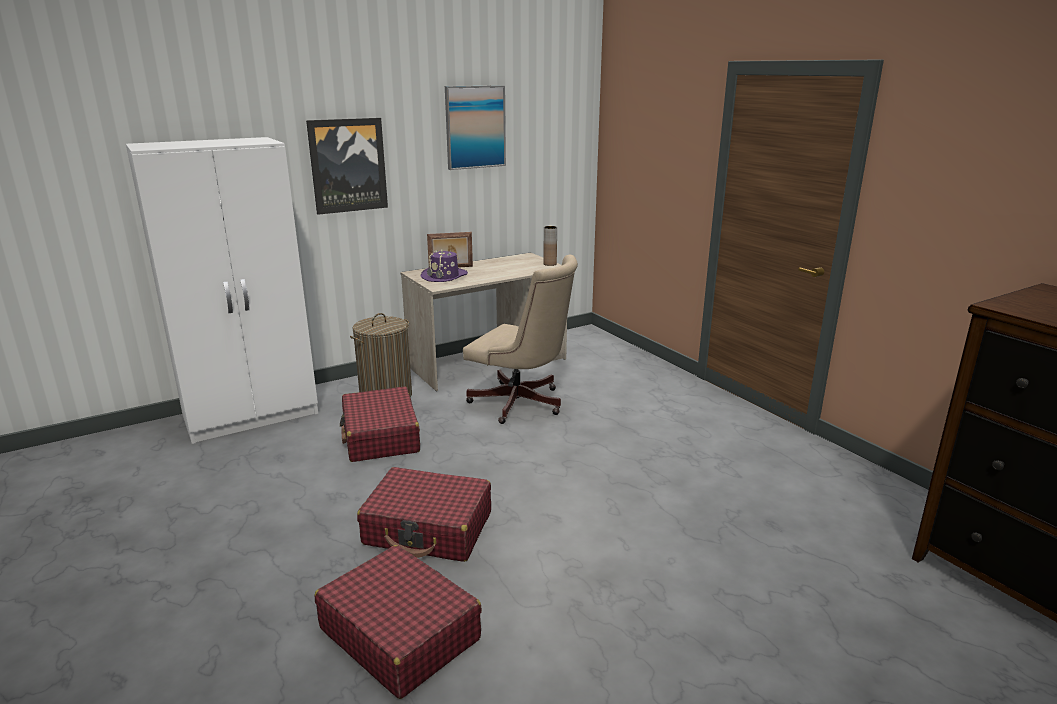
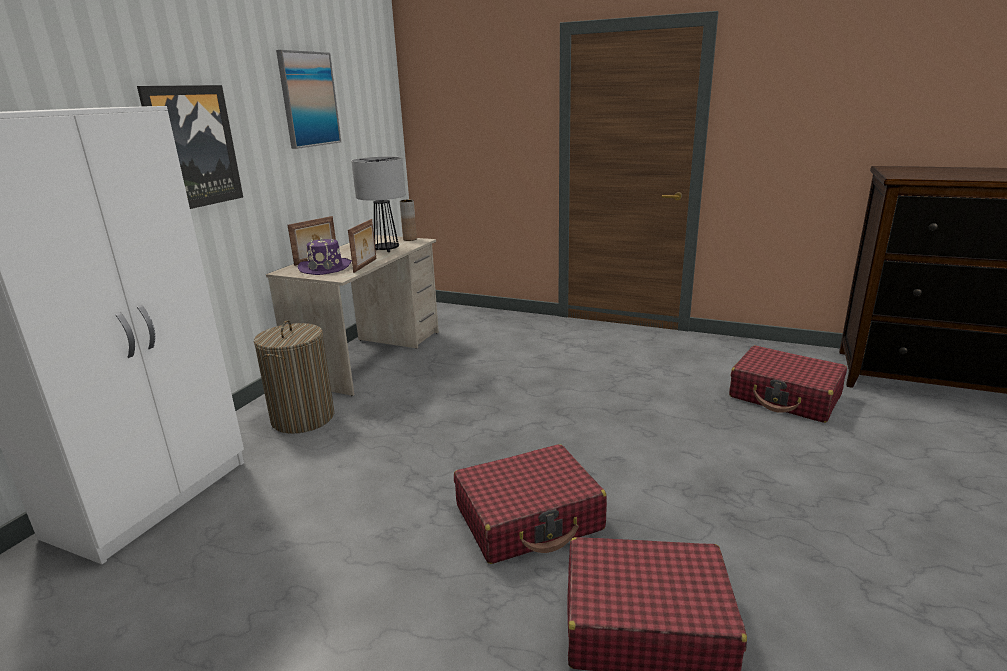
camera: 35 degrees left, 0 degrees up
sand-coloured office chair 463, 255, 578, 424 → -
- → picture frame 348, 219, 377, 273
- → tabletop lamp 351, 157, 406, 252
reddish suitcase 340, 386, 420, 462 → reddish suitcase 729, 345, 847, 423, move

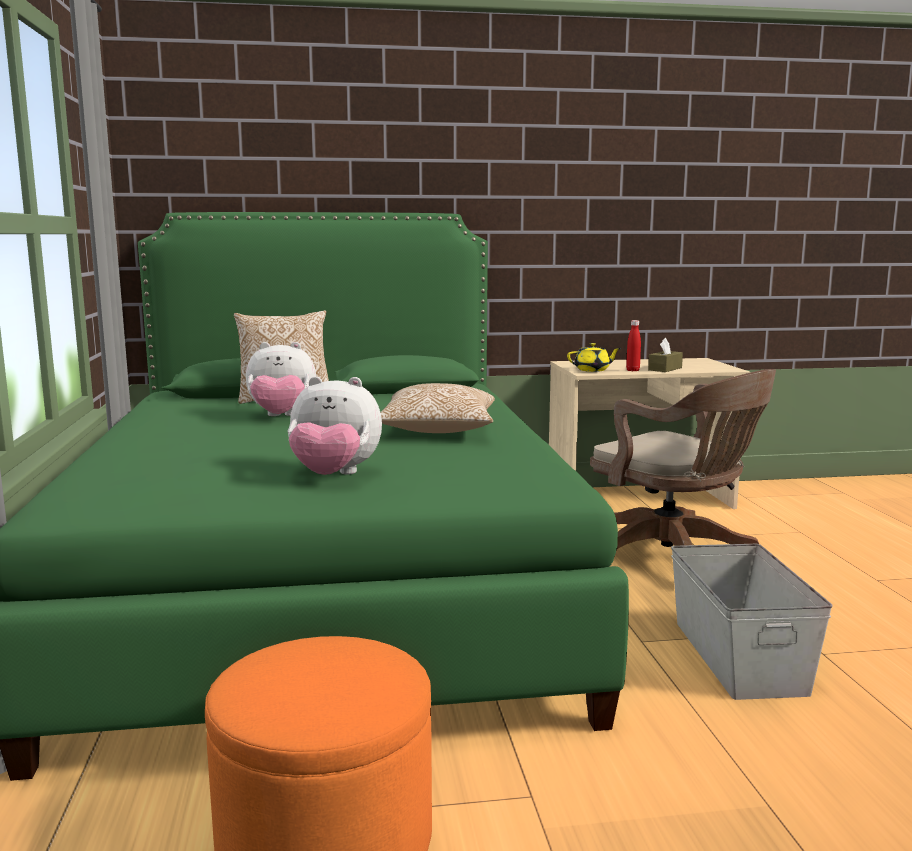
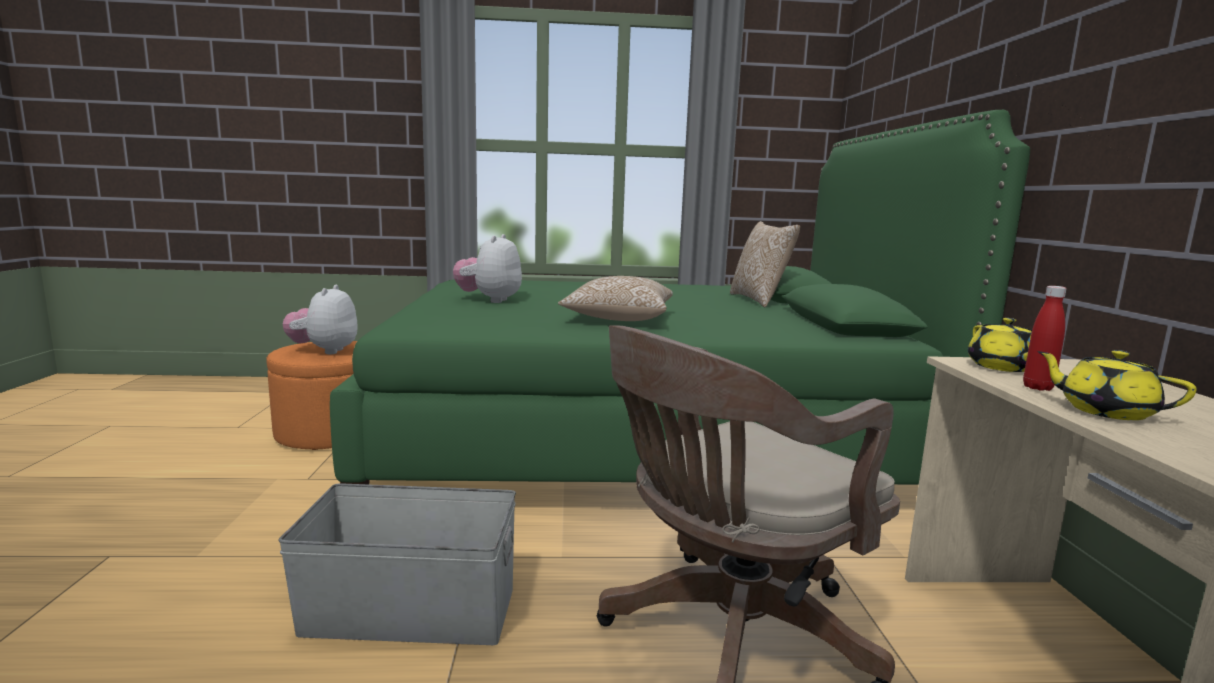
camera: 95 degrees right, 0 degrees up
plush toy 246, 342, 316, 416 → plush toy 283, 285, 358, 354, move
brown-coloured tissue holder 648, 338, 683, 372 → yellow-coloured pot for tea 1037, 350, 1197, 420

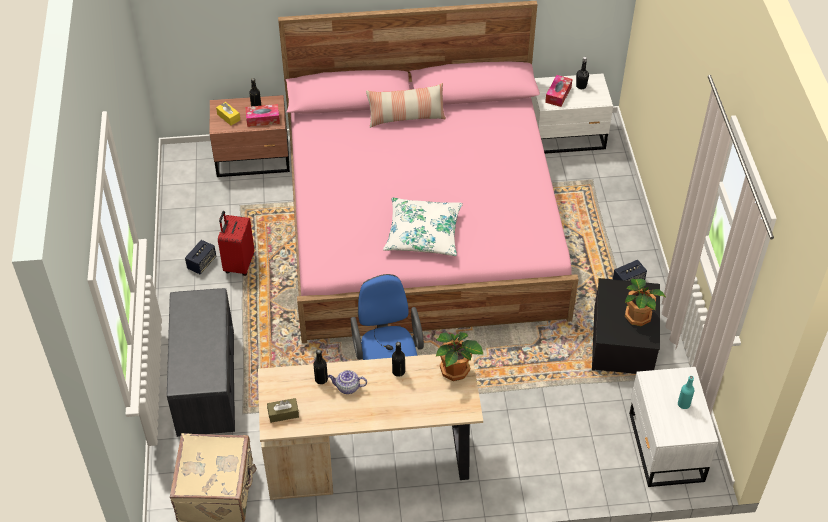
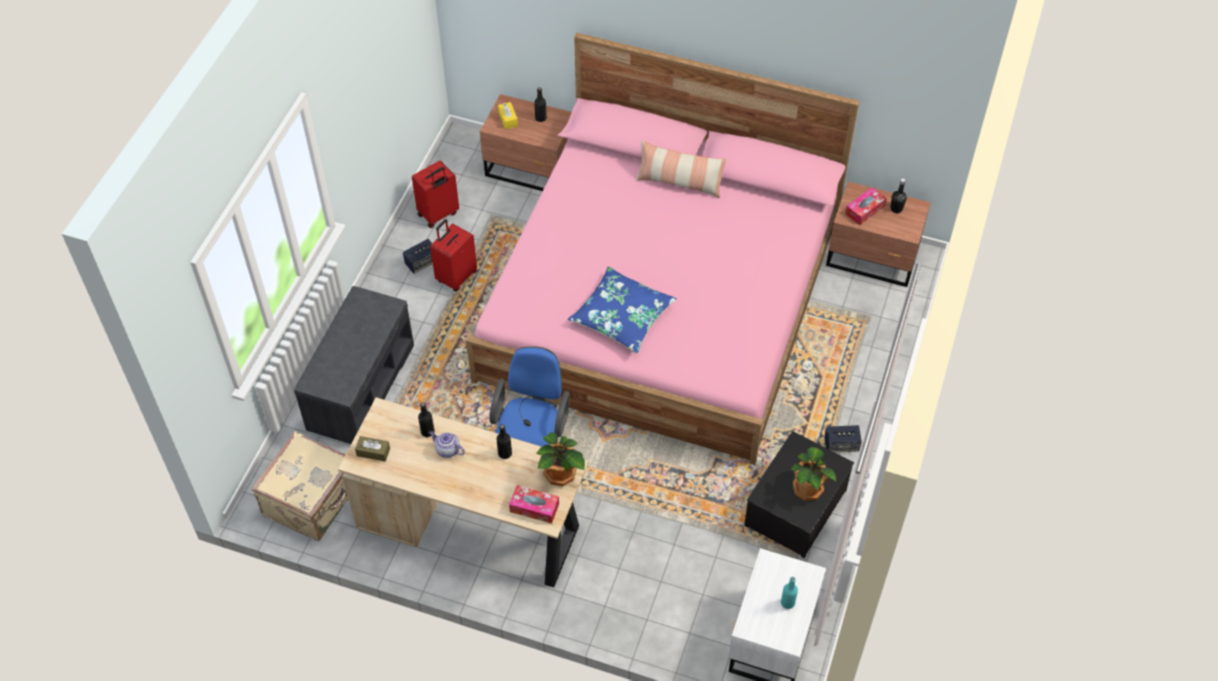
camera: 25 degrees right, 5 degrees up
- → reddish suitcase 412, 161, 459, 228
tissue holder 245, 104, 280, 127 → tissue holder 509, 485, 559, 523, move
white pillow 383, 198, 463, 256 → blue pillow 568, 267, 676, 354
white nightstand 531, 73, 613, 154 → brown-coloured nightstand 826, 182, 931, 287

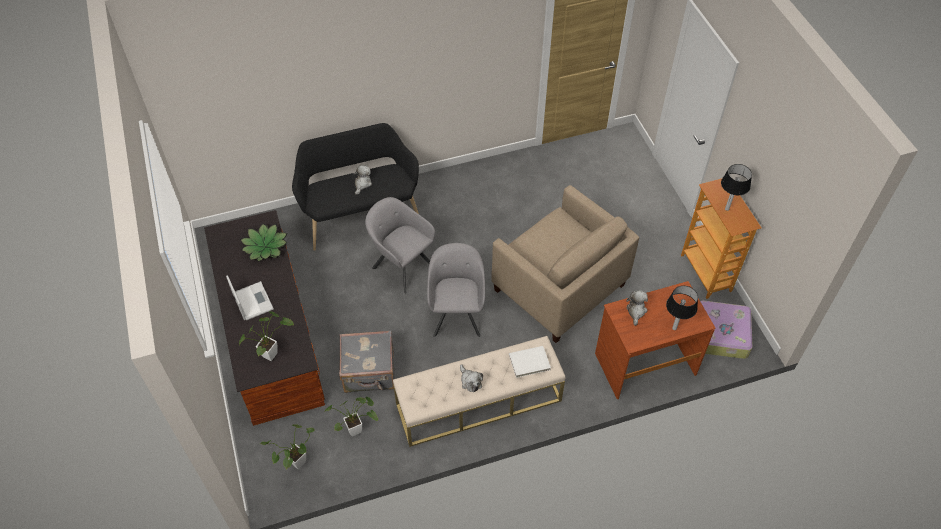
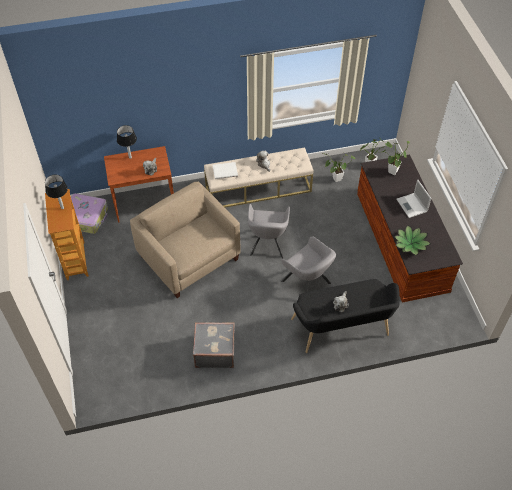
camera: 175 degrees left, 0 degrees up
greyish suitcase 339, 331, 395, 393 → greyish suitcase 193, 322, 235, 368, move

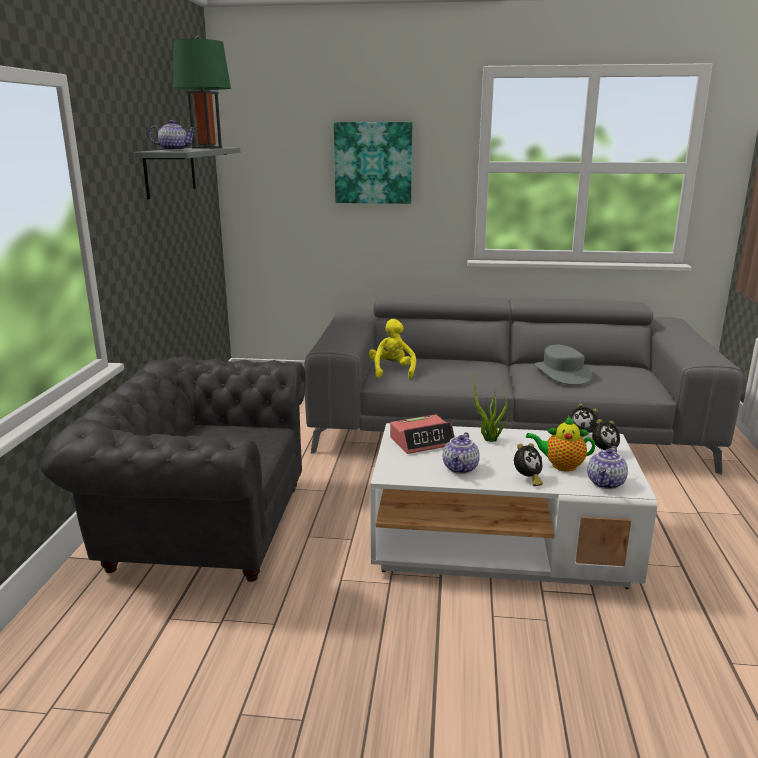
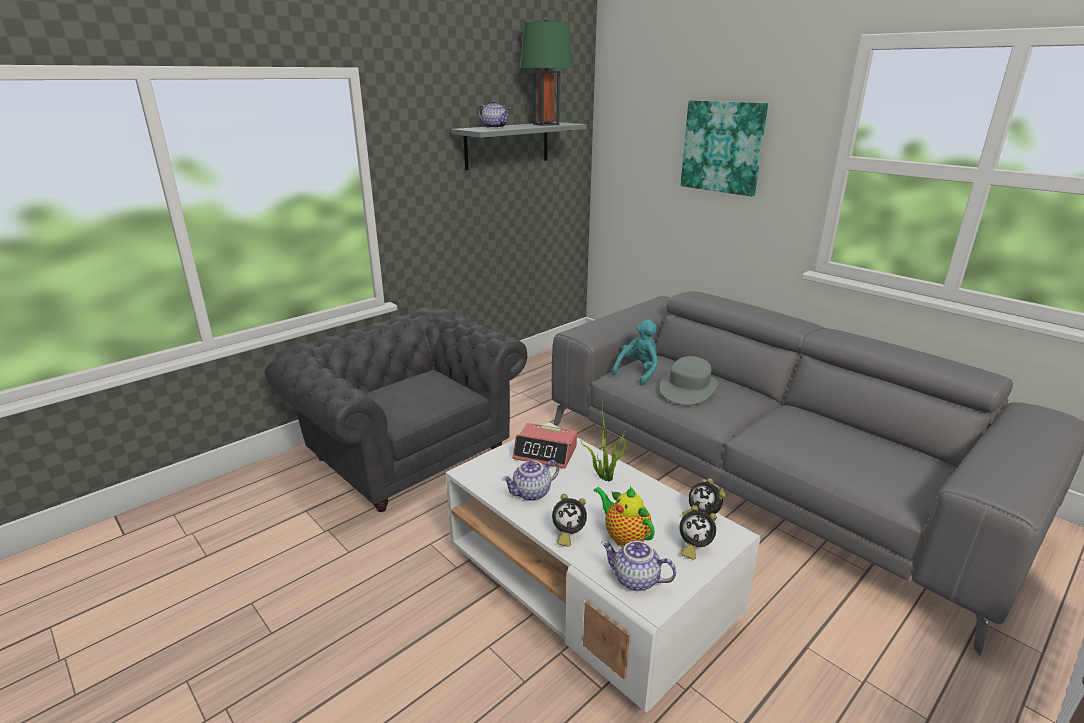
camera: 40 degrees right, 5 degrees up
greyish clothing hat 534, 345, 592, 385 → greyish clothing hat 660, 356, 718, 405, move
yellow-coloured plush toy 369, 319, 416, 379 → blue-green plush toy 611, 319, 658, 386
pot for tea 587, 446, 628, 489 → pot for tea 601, 541, 676, 591, 45 degrees clockwise

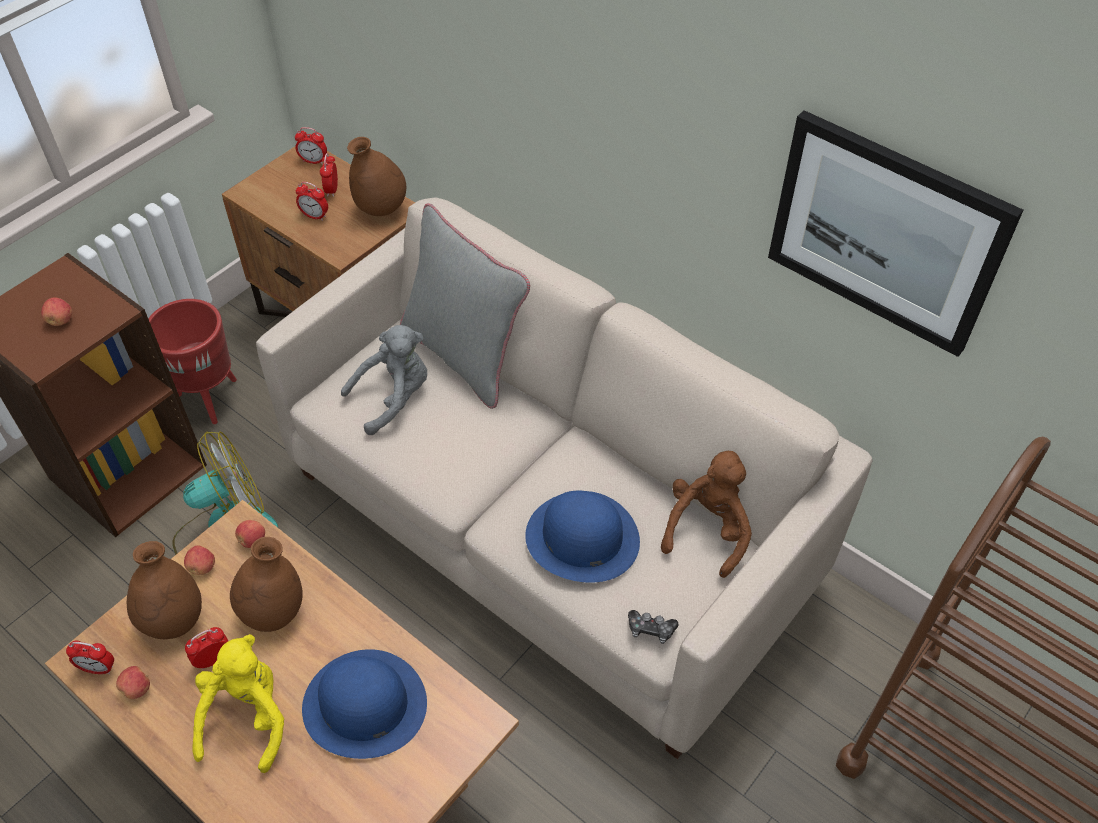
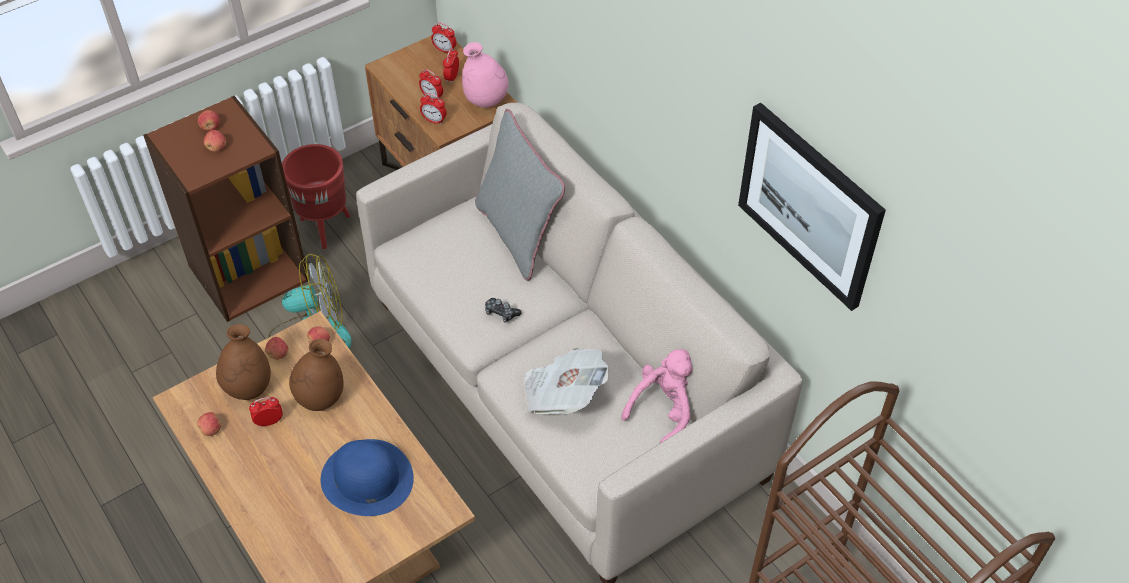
camera: 15 degrees right, 0 degrees up
yellow-coloured plush toy 192, 634, 284, 773 → -
greyish plush toy 341, 325, 427, 435 → -
- → whole apple 198, 110, 220, 131
alarm clock 66, 640, 114, 674 → alarm clock 420, 93, 447, 125, move
gamepad 628, 610, 679, 644 → gamepad 485, 298, 522, 323, move
blue clothing hat 525, 491, 640, 583 → printed paper 524, 348, 609, 414
brown-coloured vase 347, 137, 406, 216 → pink-coloured vase 462, 42, 508, 107
brown-coloured plush toy 661, 451, 752, 578 → pink-coloured plush toy 621, 349, 693, 443

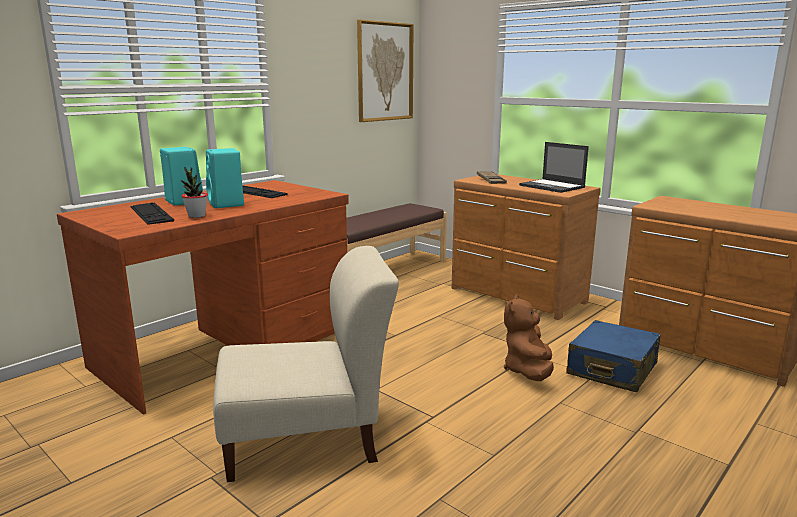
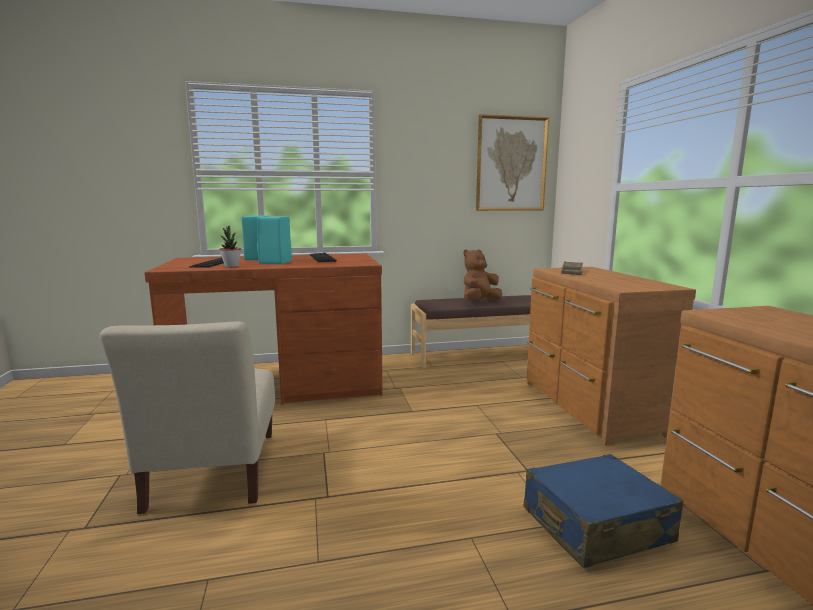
camera: 35 degrees right, 5 degrees down
laptop 519, 142, 589, 193 → -
brown-coloured plush toy 504, 294, 554, 381 → brown-coloured plush toy 463, 250, 502, 301, move
sand-coloured chair 213, 246, 399, 482 → sand-coloured chair 99, 322, 275, 514, 60 degrees clockwise

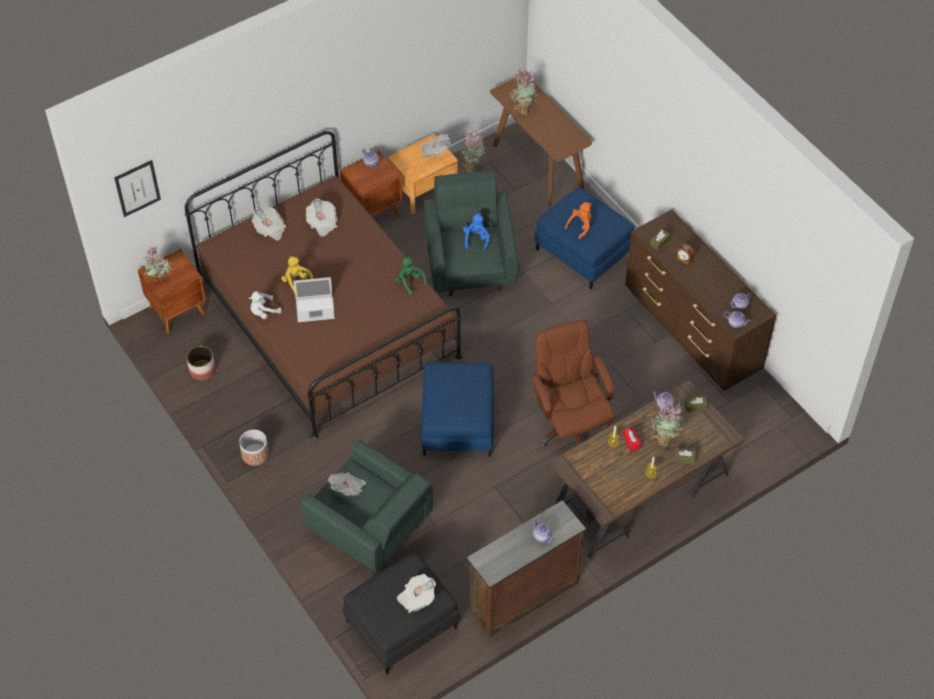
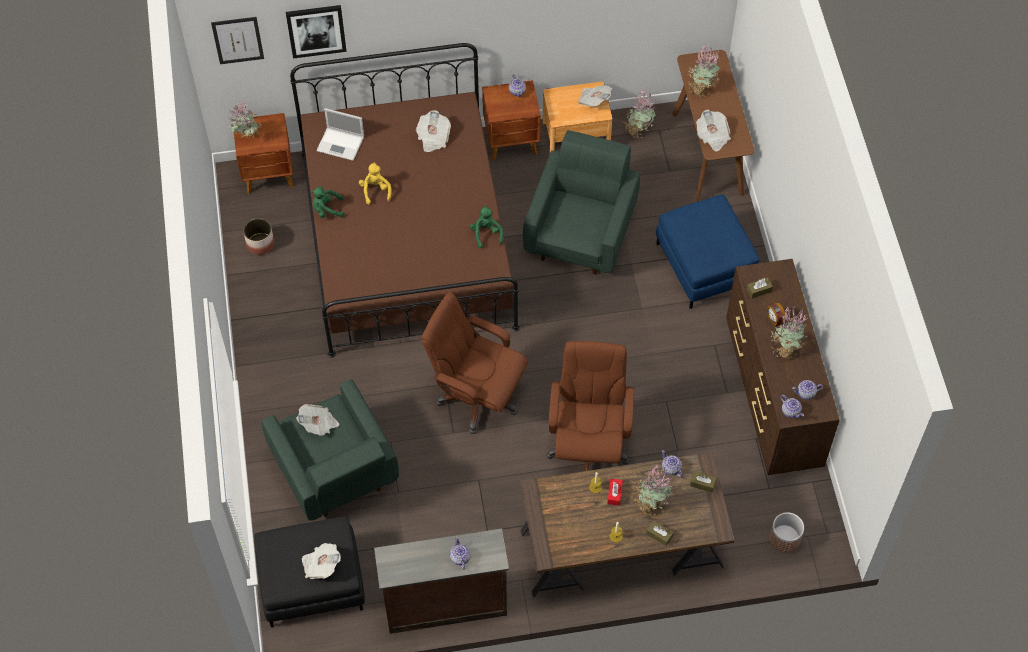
camera: 25 degrees right, 5 degrees up
blue plush toy 463, 213, 490, 250 → -
orange plush toy 565, 202, 592, 239 → -
- → wall art 286, 5, 347, 59
- → houseplant 771, 306, 807, 359
flower pot 239, 430, 269, 466 → flower pot 770, 512, 804, 552, move
printed paper 252, 206, 286, 241 → printed paper 696, 110, 731, 152, move
laptop 293, 277, 335, 322 → laptop 316, 108, 364, 161, move
blue ottoman 421, 362, 494, 457 → brown-coloured office chair 421, 292, 528, 434
white plush toy 249, 291, 282, 319 → green plush toy 311, 186, 344, 218

